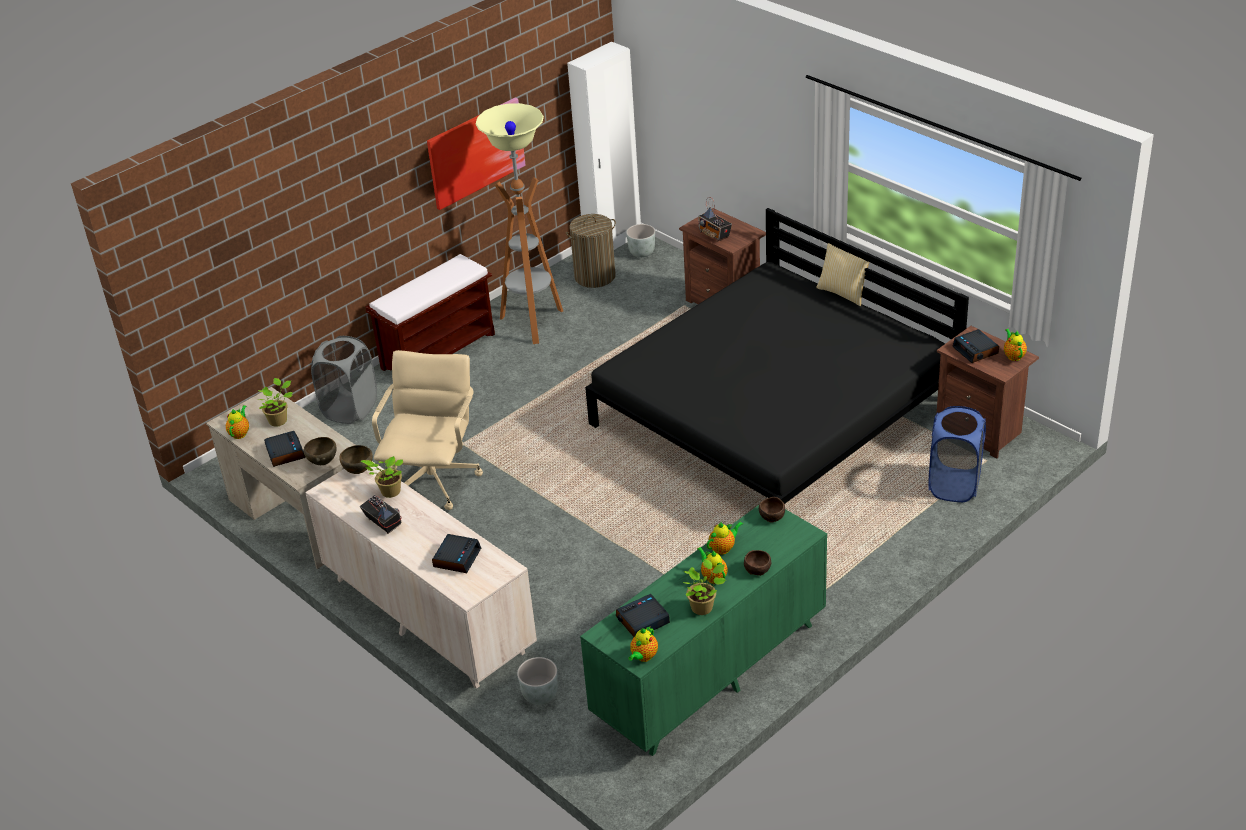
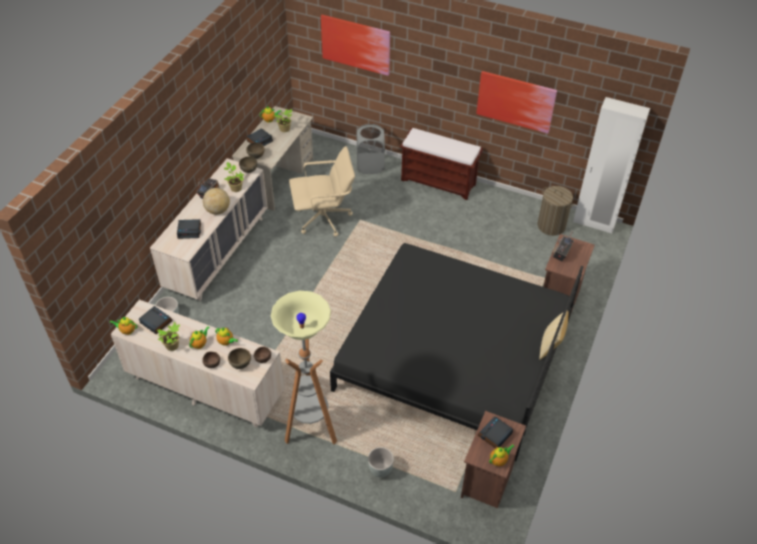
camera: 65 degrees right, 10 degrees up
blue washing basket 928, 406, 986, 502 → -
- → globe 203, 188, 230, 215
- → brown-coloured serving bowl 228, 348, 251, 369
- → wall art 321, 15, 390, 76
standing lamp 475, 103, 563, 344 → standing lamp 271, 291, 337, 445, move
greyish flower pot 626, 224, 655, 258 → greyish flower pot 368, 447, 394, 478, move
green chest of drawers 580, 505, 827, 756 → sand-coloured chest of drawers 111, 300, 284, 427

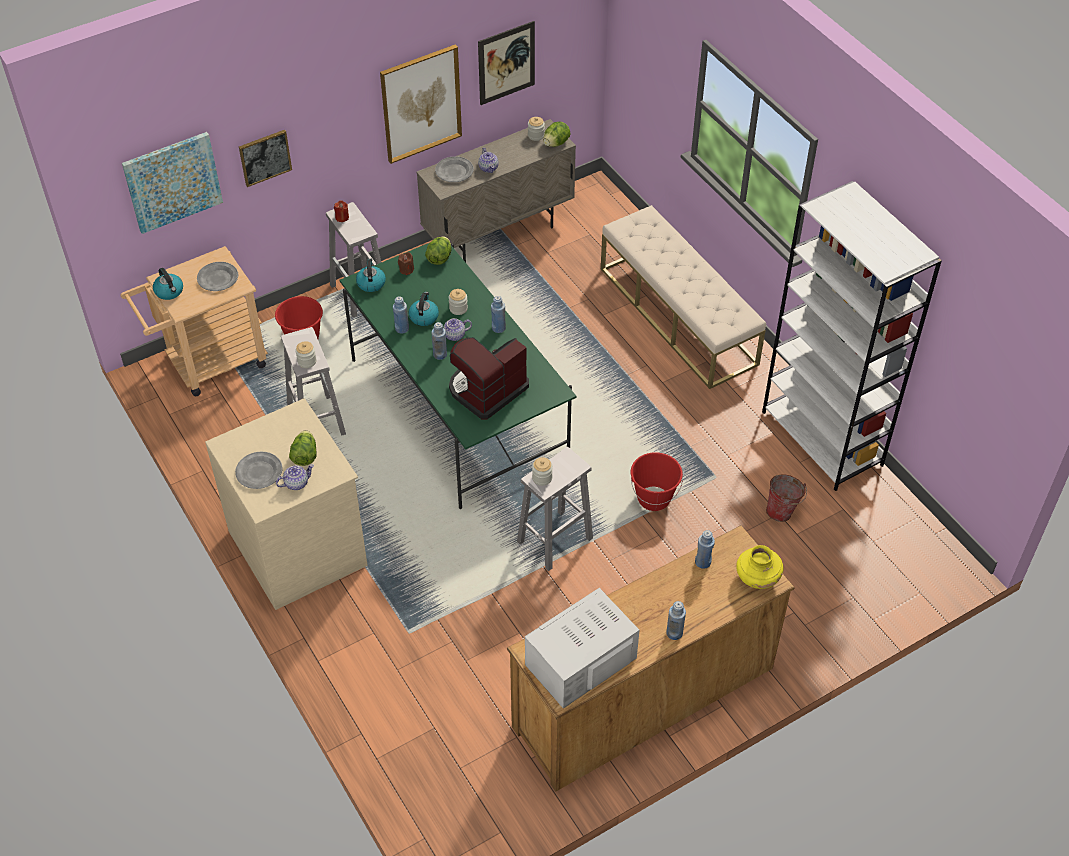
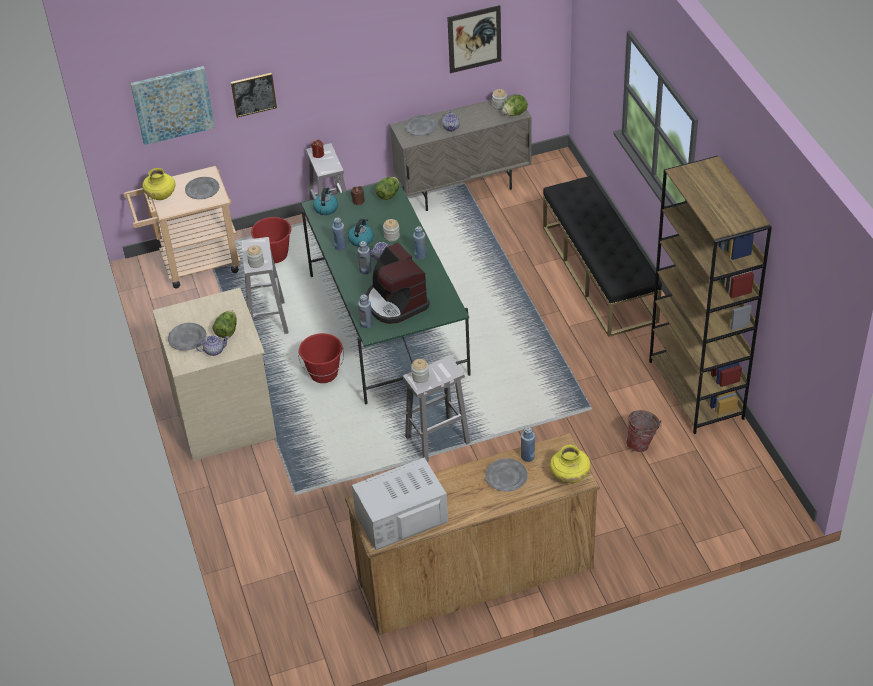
camera: 15 degrees right, 5 degrees down
wall art 380, 45, 462, 164 → -
- → greyish dinner plate 485, 458, 528, 492
reddish water bucket 631, 452, 683, 511 → reddish water bucket 298, 333, 344, 383, move
blue drink bottle 666, 601, 686, 640 → blue drink bottle 358, 294, 372, 328, move
kettle 153, 268, 183, 300 → yellow-coloured vase 142, 168, 175, 200
sand-coloured long seat 601, 205, 766, 389 → black-coloured long seat 543, 176, 662, 337
white bookshelf 762, 181, 942, 491 → brown-coloured bookshelf 649, 156, 772, 434
coffee brewer 449, 337, 529, 420 → coffee brewer 366, 243, 430, 324, 90 degrees counterclockwise

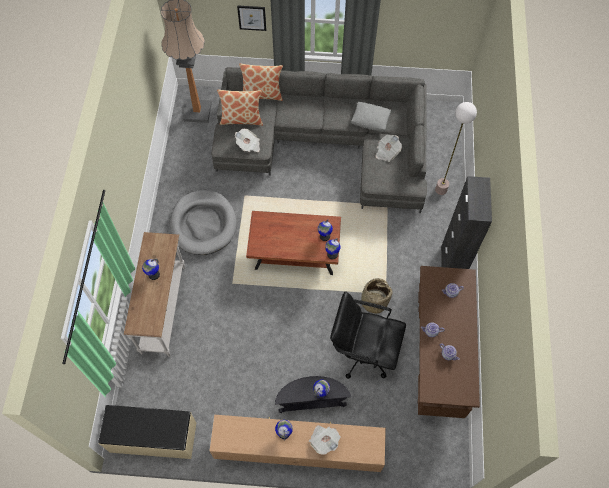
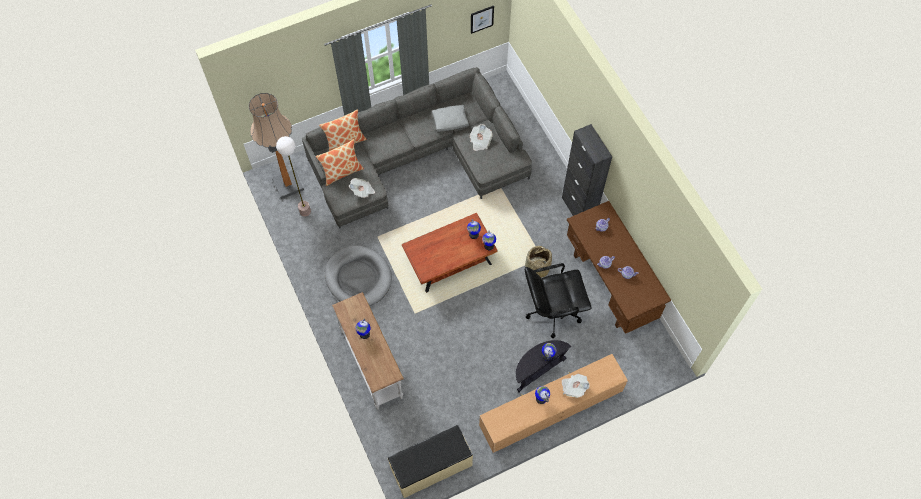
camera: 30 degrees left, 0 degrees up
wall art 237, 5, 266, 31 → wall art 471, 5, 494, 34, move
standing lamp 435, 102, 477, 195 → standing lamp 276, 136, 311, 217, move

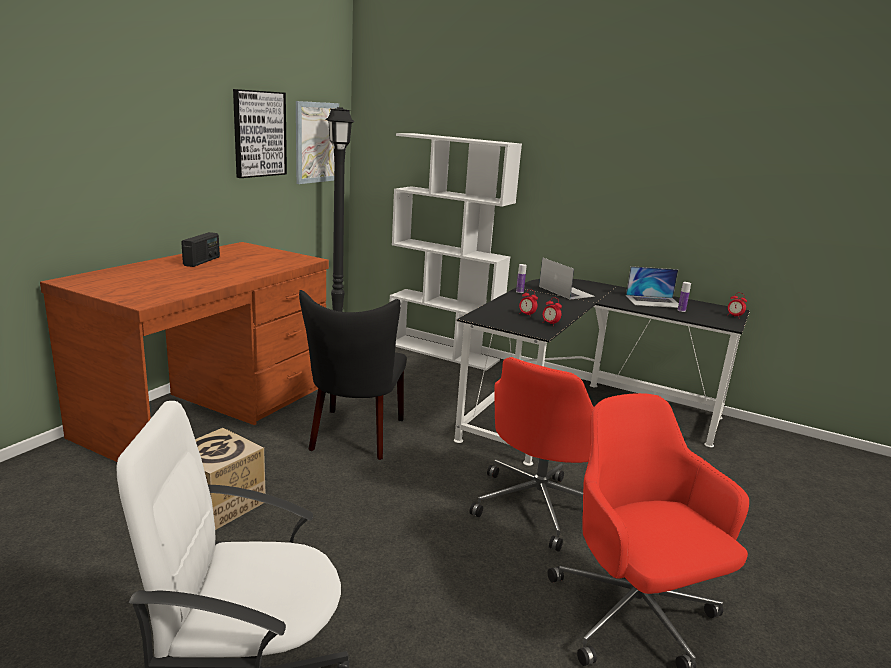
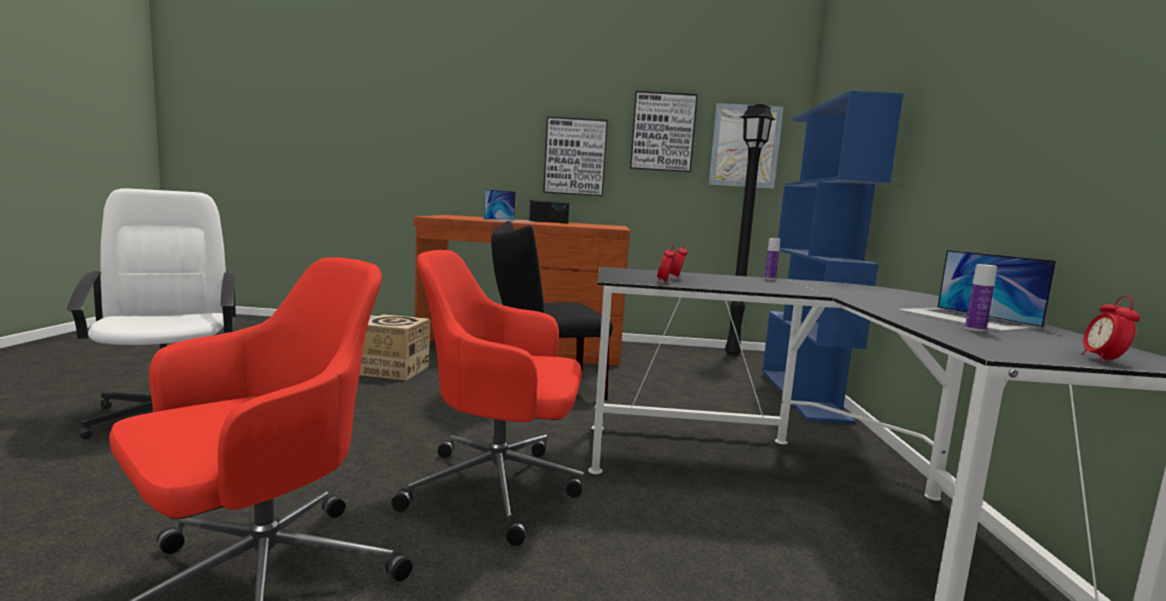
camera: 65 degrees right, 10 degrees down
- → wall art 543, 117, 608, 196
laptop 539, 257, 595, 299 → laptop 483, 189, 535, 222, move
white bookshelf 390, 133, 522, 371 → blue bookshelf 762, 91, 904, 424

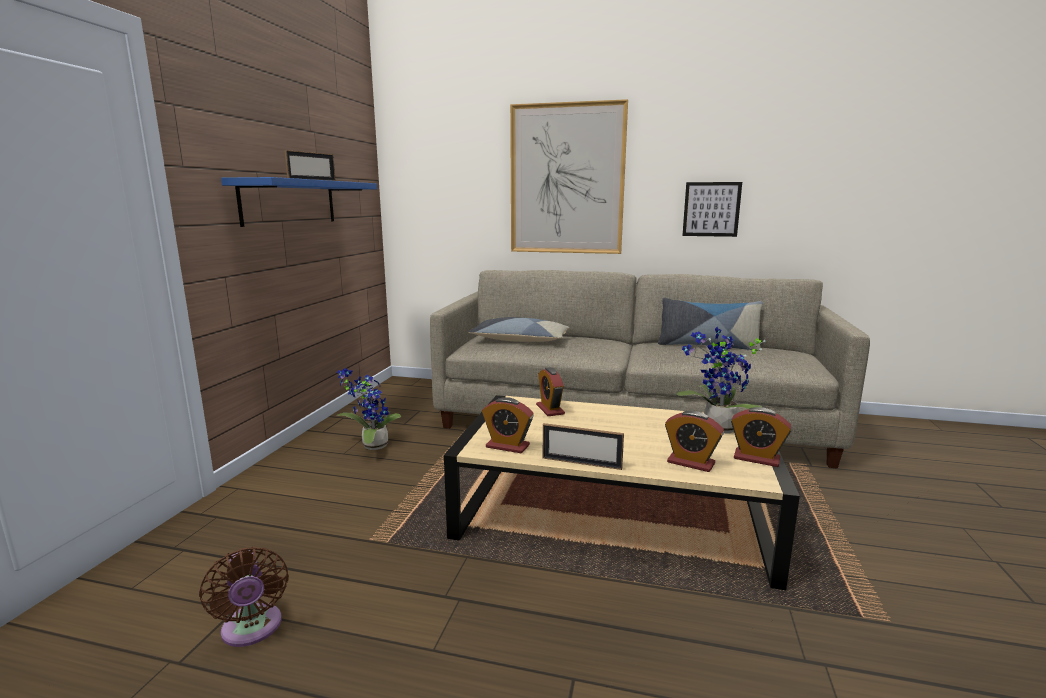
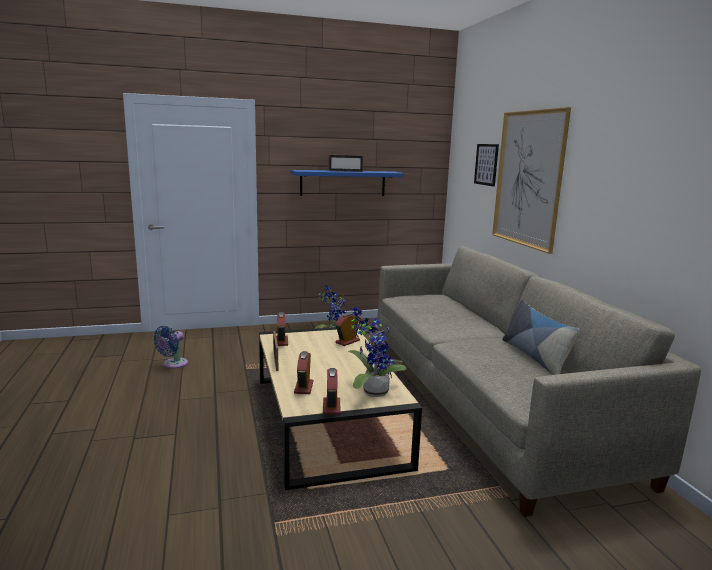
camera: 60 degrees right, 0 degrees up
pillow 468, 317, 570, 342 → -
wall art 682, 182, 742, 237 → wall art 474, 144, 499, 187, move
brown-coloured fan 199, 546, 289, 647 → blue fan 153, 326, 188, 369

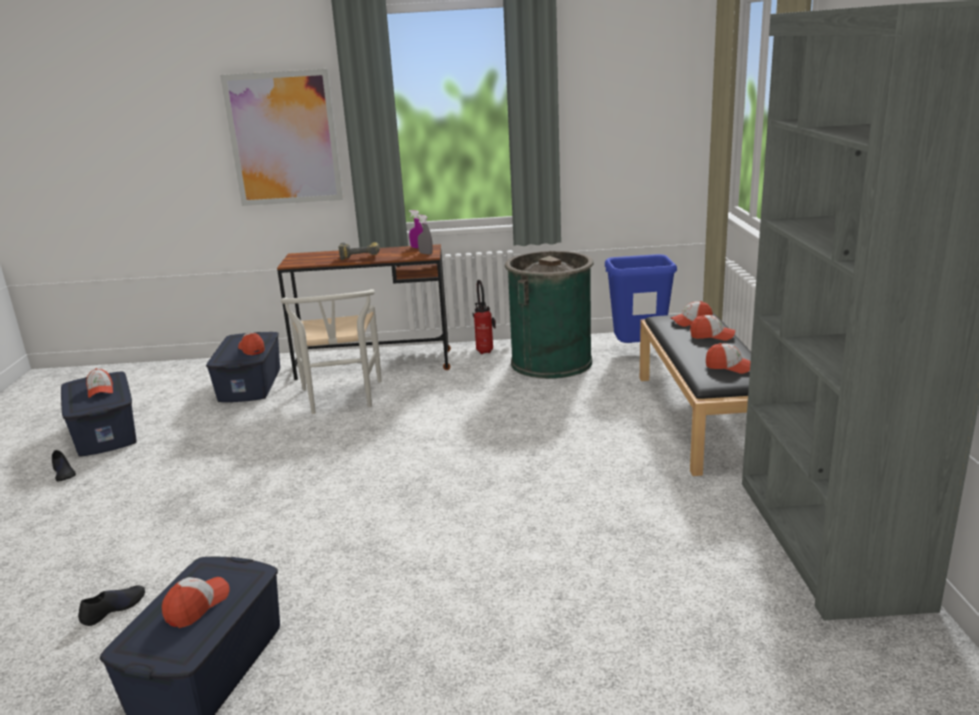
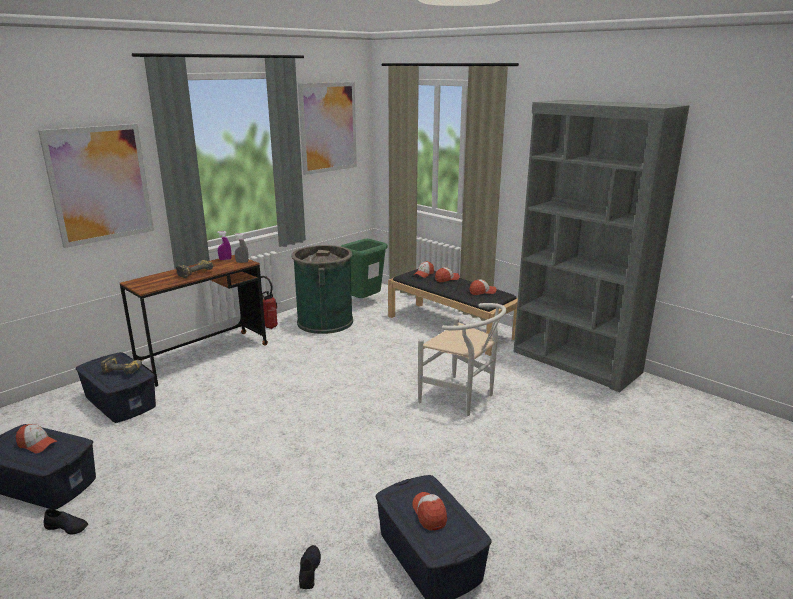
camera: 45 degrees left, 0 degrees up
- → wall art 298, 82, 357, 175
white chair 281, 289, 381, 414 → white chair 418, 303, 506, 416, move
peaked cap 238, 332, 265, 355 → drill 101, 356, 144, 374
blue waste bin 605, 254, 677, 343 → green waste bin 341, 239, 387, 298

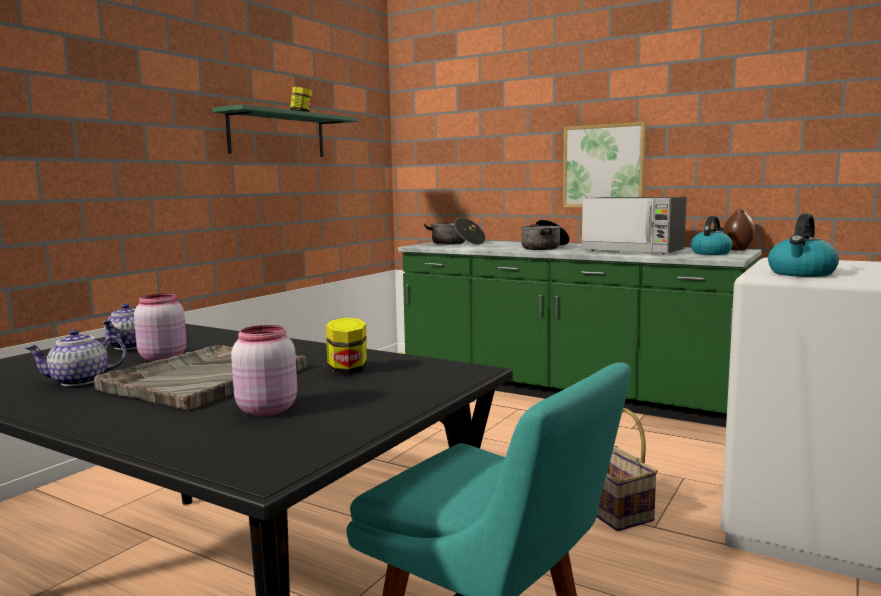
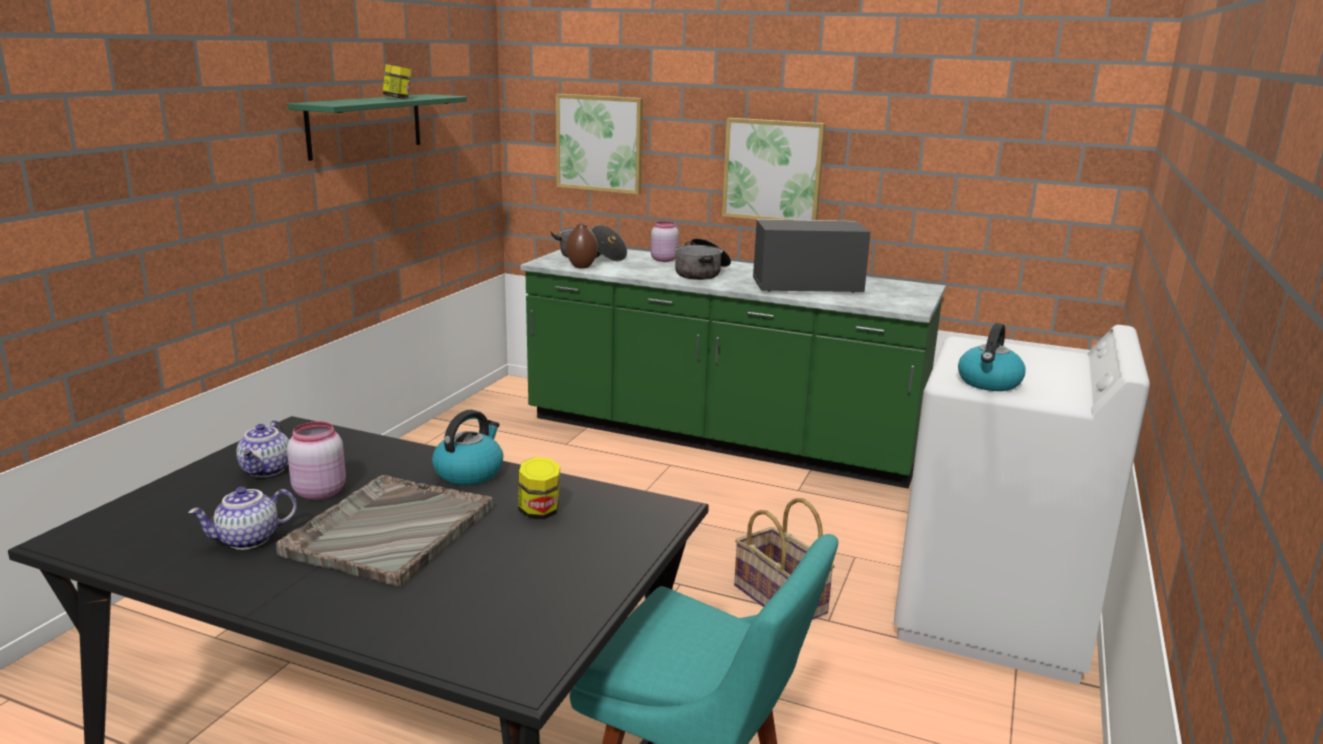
camera: 10 degrees left, 10 degrees up
- → wall art 556, 94, 643, 194
pink-coloured jar 231, 325, 297, 416 → pink-coloured jar 651, 221, 679, 262, move
kettle 691, 216, 733, 255 → kettle 432, 410, 503, 485, move
brown-coloured vase 723, 210, 755, 251 → brown-coloured vase 566, 223, 598, 268, move
kitchen microwave 581, 197, 687, 254 → kitchen microwave 753, 219, 871, 293, 150 degrees clockwise

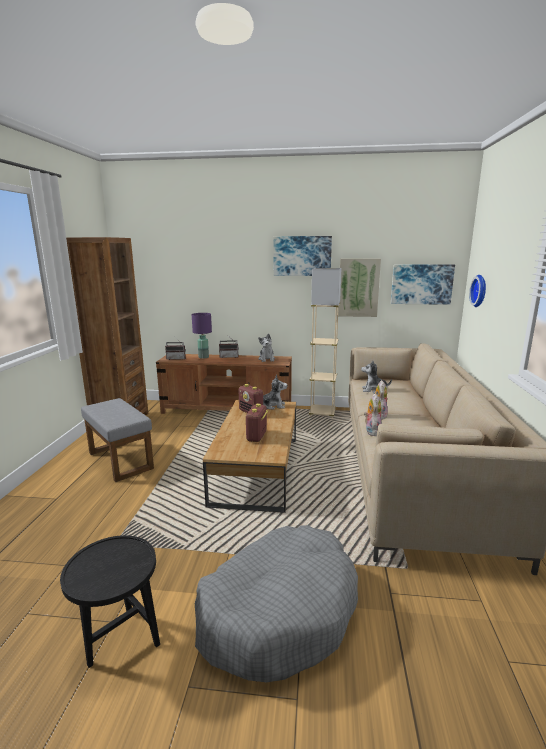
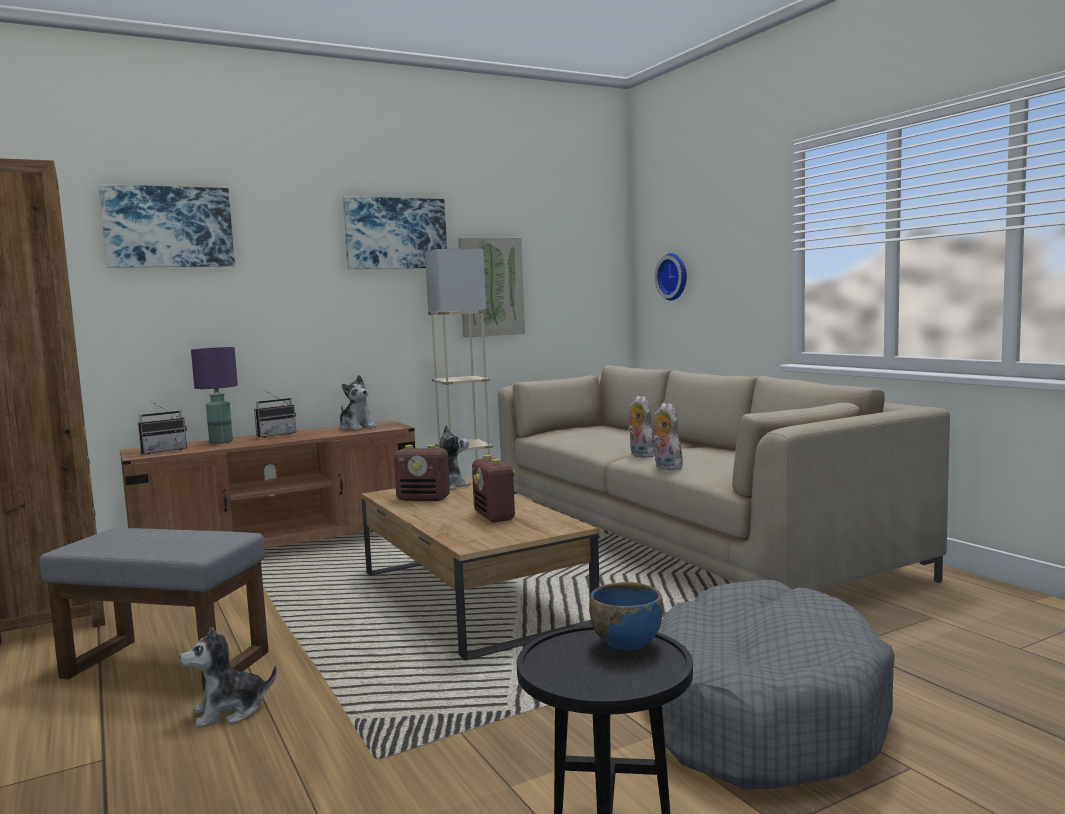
camera: 35 degrees left, 10 degrees down
- → blue serving bowl 589, 582, 663, 650
plush toy 361, 361, 392, 394 → plush toy 179, 627, 277, 728, move
wall art 391, 264, 455, 305 → wall art 99, 184, 235, 268, move

